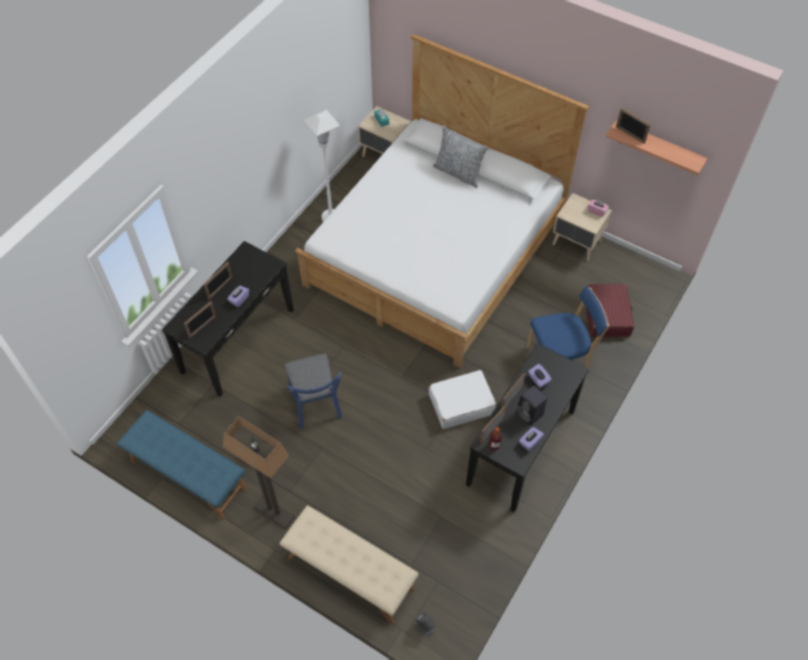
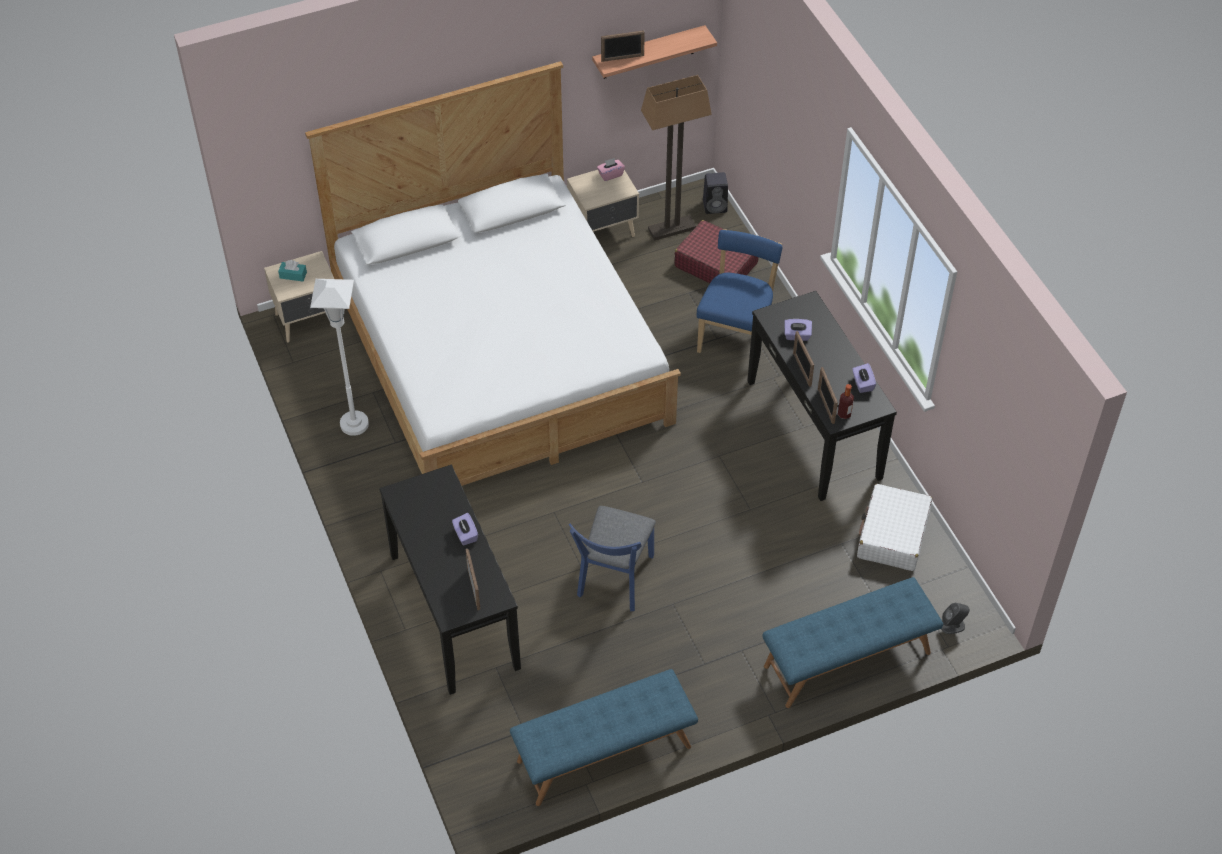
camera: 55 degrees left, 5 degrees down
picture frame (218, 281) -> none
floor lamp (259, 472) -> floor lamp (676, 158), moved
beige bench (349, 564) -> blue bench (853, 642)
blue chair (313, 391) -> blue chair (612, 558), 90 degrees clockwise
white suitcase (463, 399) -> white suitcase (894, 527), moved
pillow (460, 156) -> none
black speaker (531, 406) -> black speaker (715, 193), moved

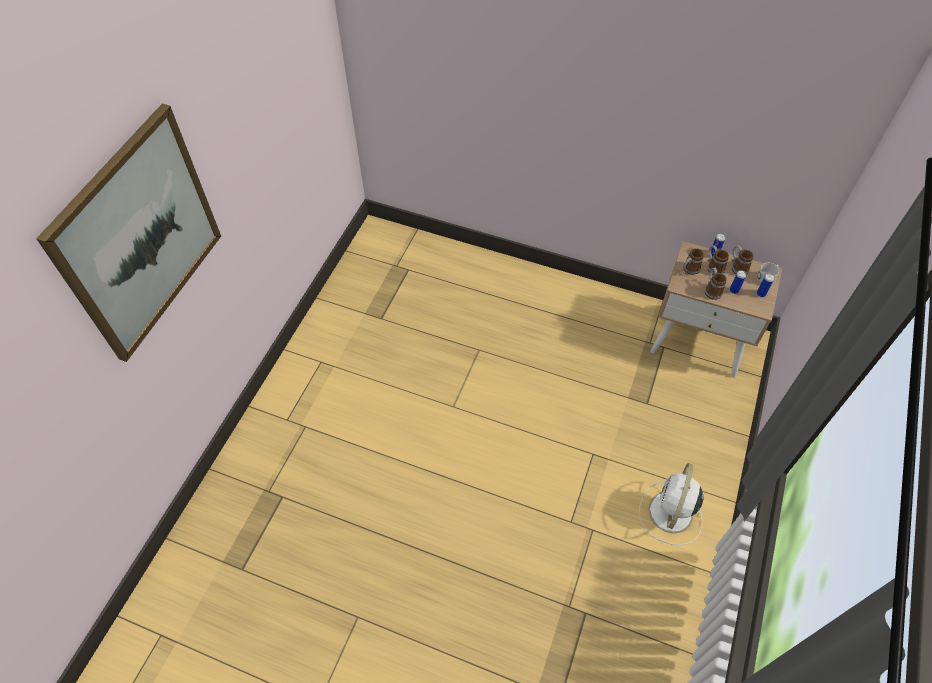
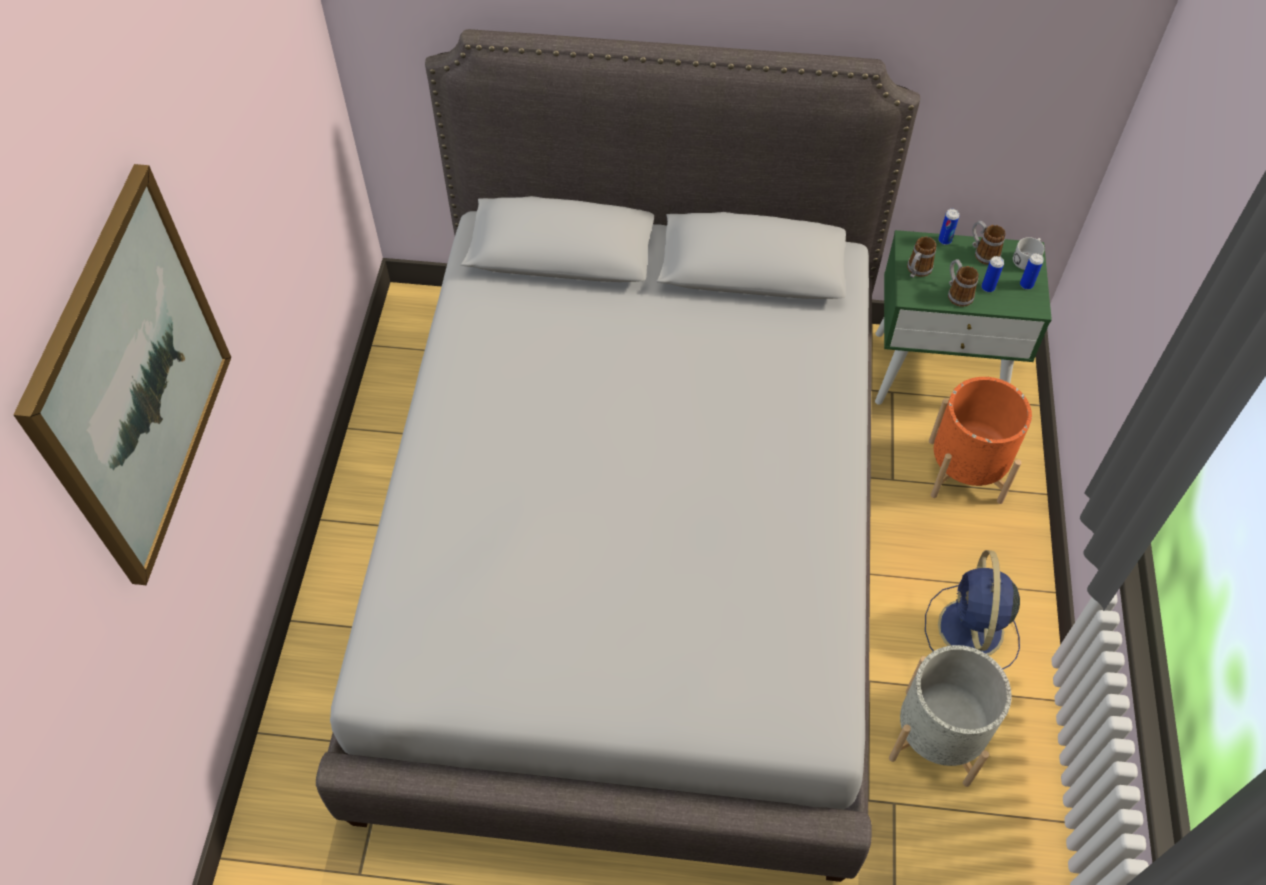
camera: 15 degrees left, 0 degrees up
white fan (671, 504) -> blue fan (972, 609)
beige nightstand (716, 309) -> green nightstand (963, 317)
mug (718, 260) -> none
none -> grey bed (618, 455)
none -> grey planter (950, 716)
none -> orange planter (980, 440)

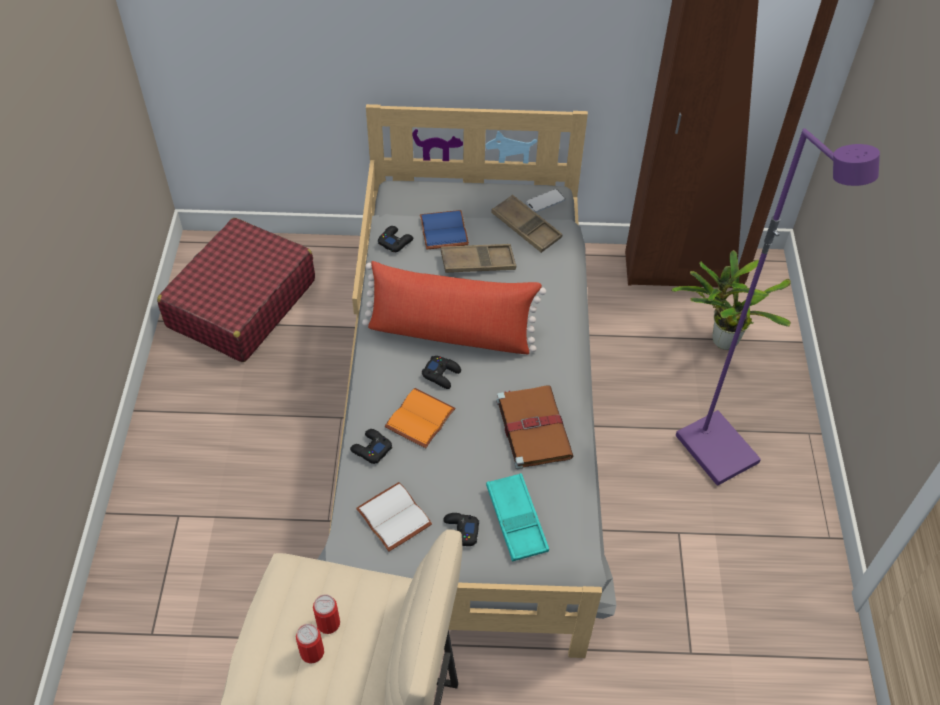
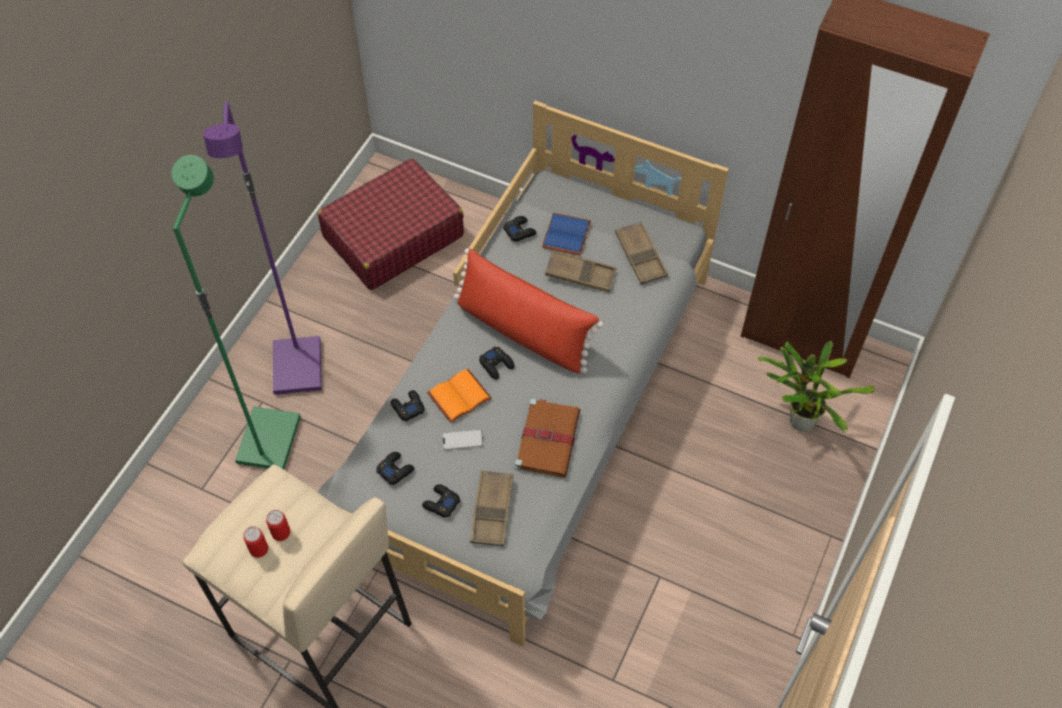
camera: 25 degrees right, 5 degrees up
white book (394, 517) -> black game controller (395, 468)
turquoise tray (517, 517) -> brown tray (491, 508)
phone (545, 201) -> phone (462, 439), moved
purple floor lamp (778, 307) -> purple floor lamp (262, 248), moved
none -> green floor lamp (236, 312)

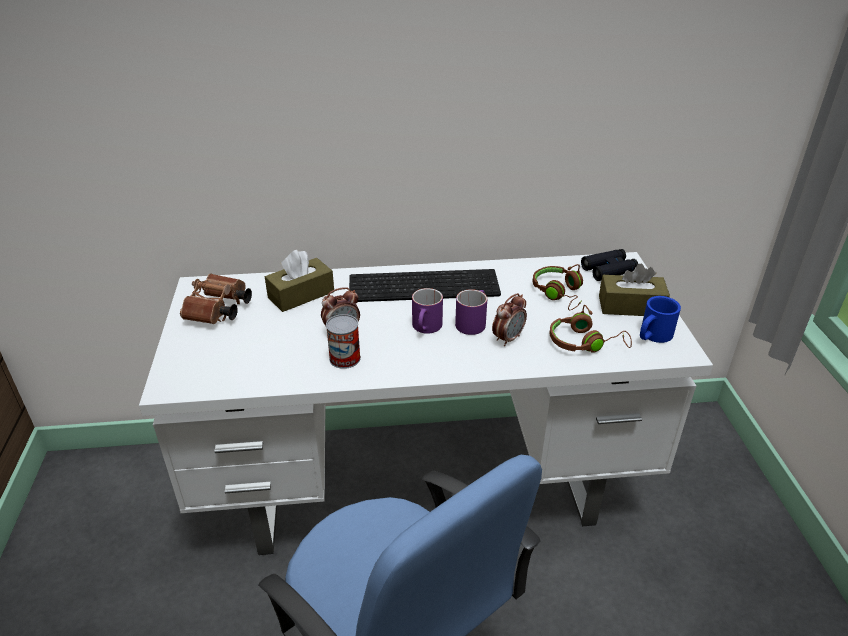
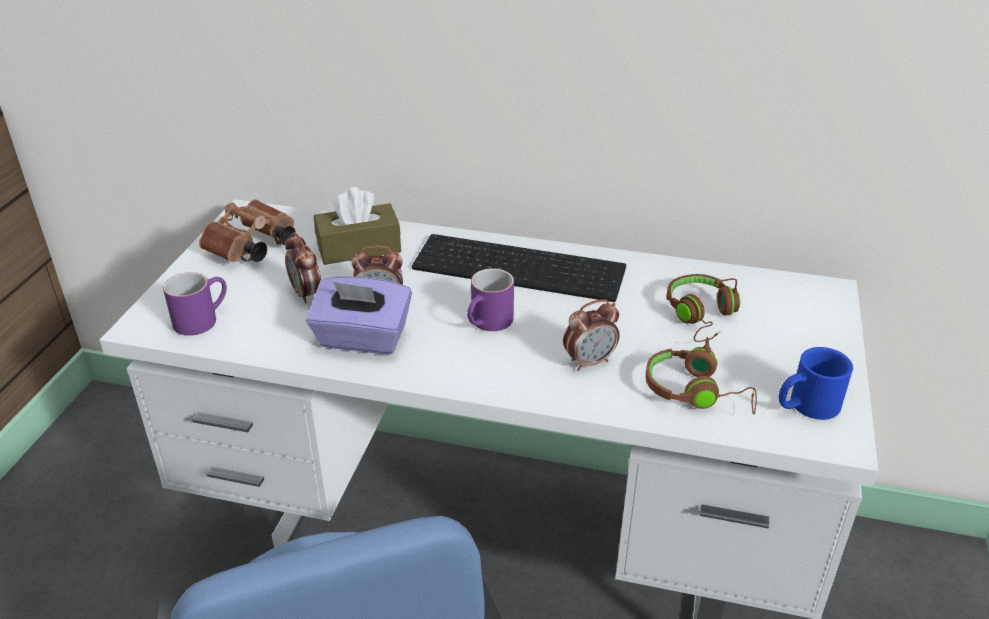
camera: 20 degrees right, 0 degrees up
can (343, 341) -> purple tissue box (359, 315)
purple mug (471, 312) -> purple mug (195, 304), moved
black binoculars (609, 265) -> none
brown tissue box (634, 290) -> none
none -> alarm clock (303, 268)

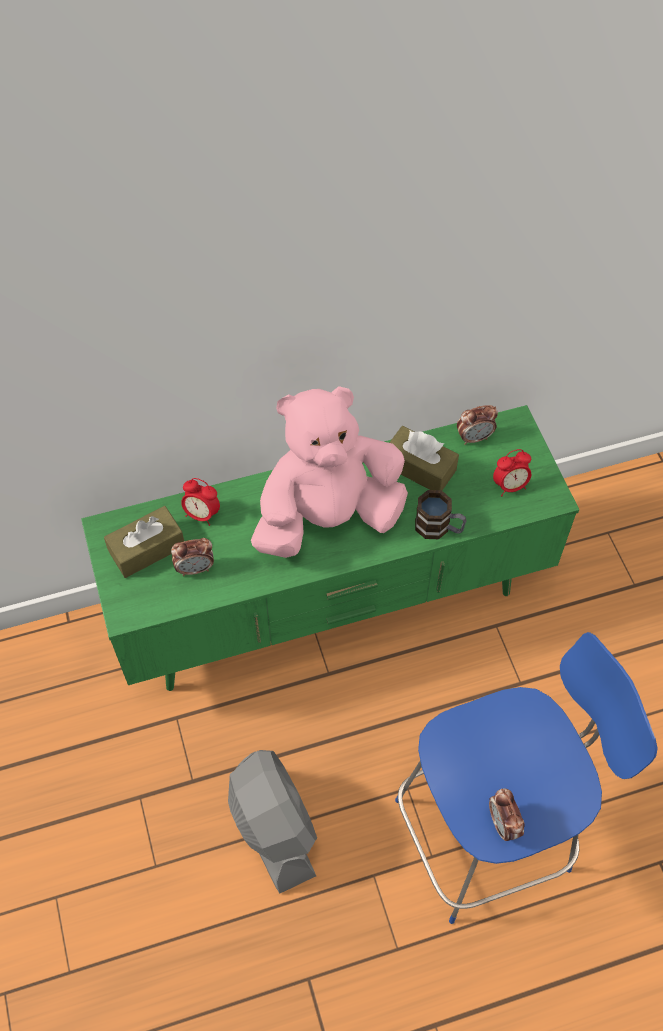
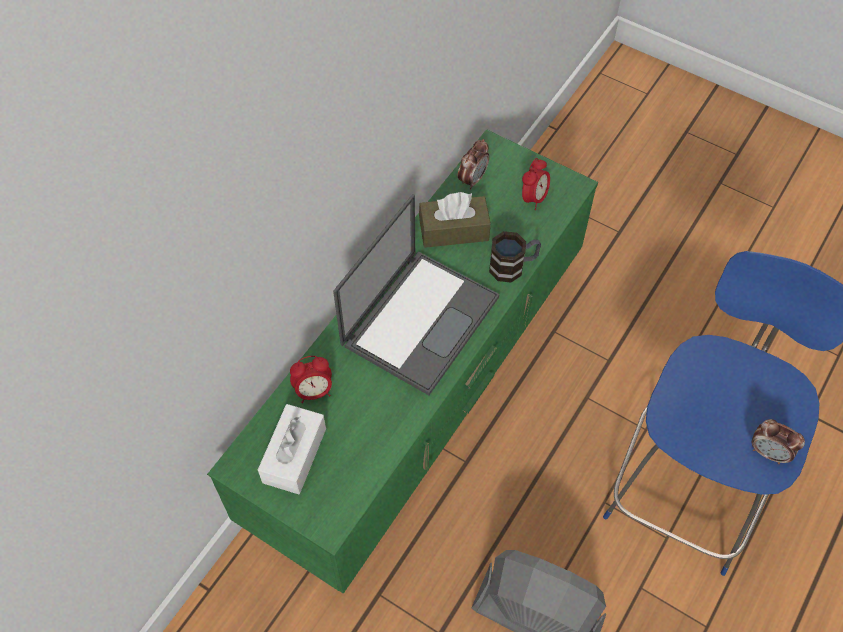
camera: 40 degrees left, 0 degrees up
brown tissue box (144, 542) -> white tissue box (292, 449)
alarm clock (192, 557) -> none
pink plush toy (329, 472) -> laptop (416, 294)

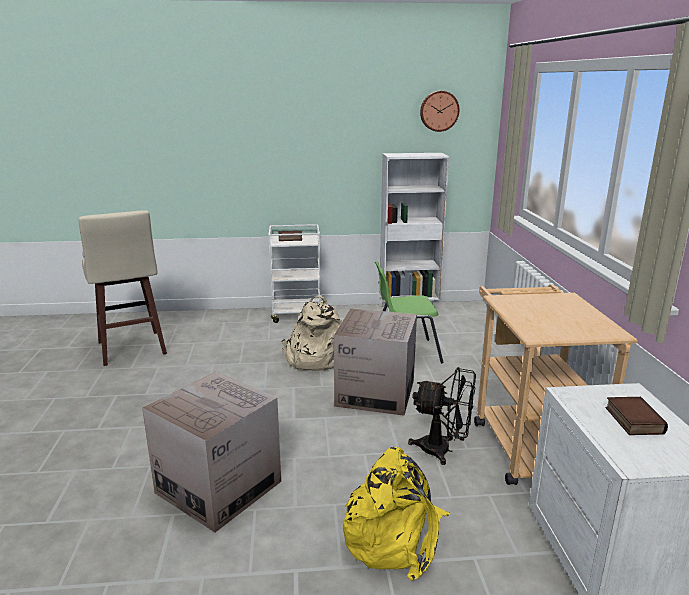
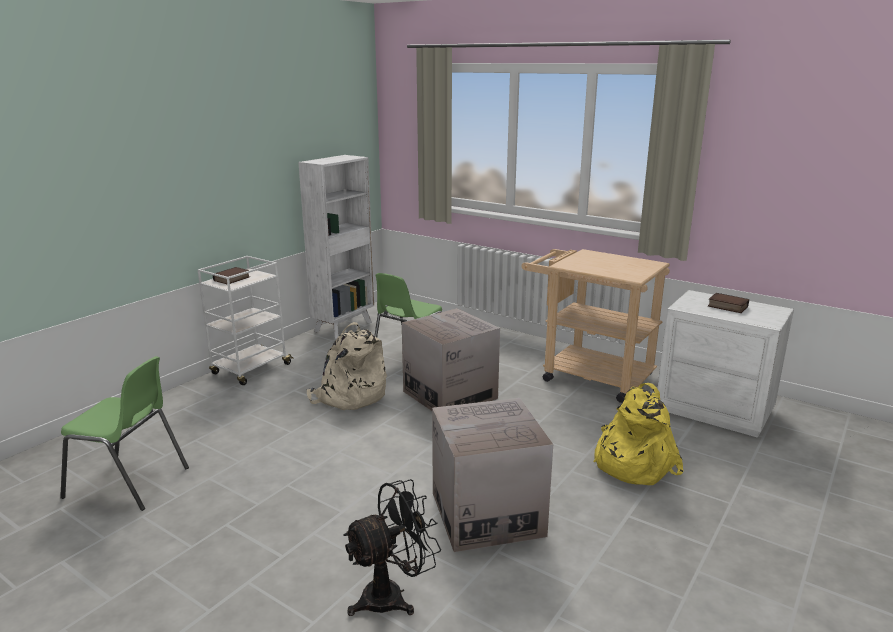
camera: 50 degrees left, 0 degrees up
beige stool (123, 288) -> green chair (124, 433)
black fan (442, 416) -> black fan (392, 547), moved
wall clock (439, 111) -> none

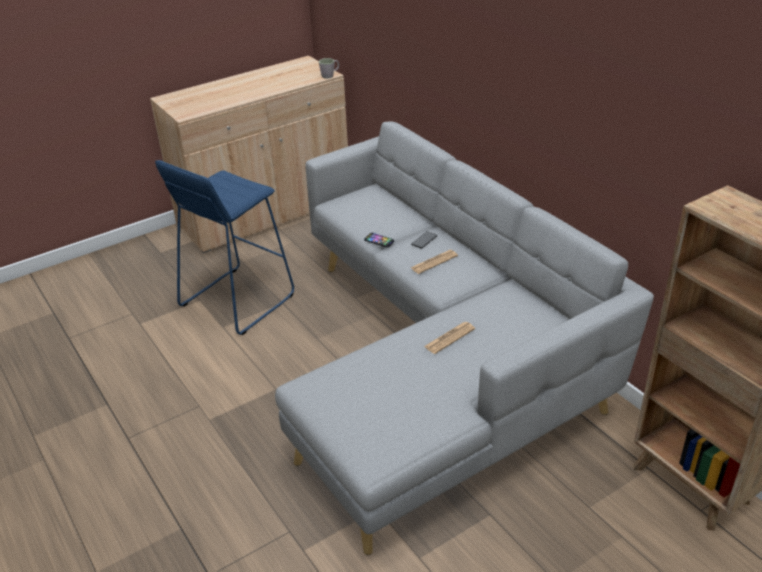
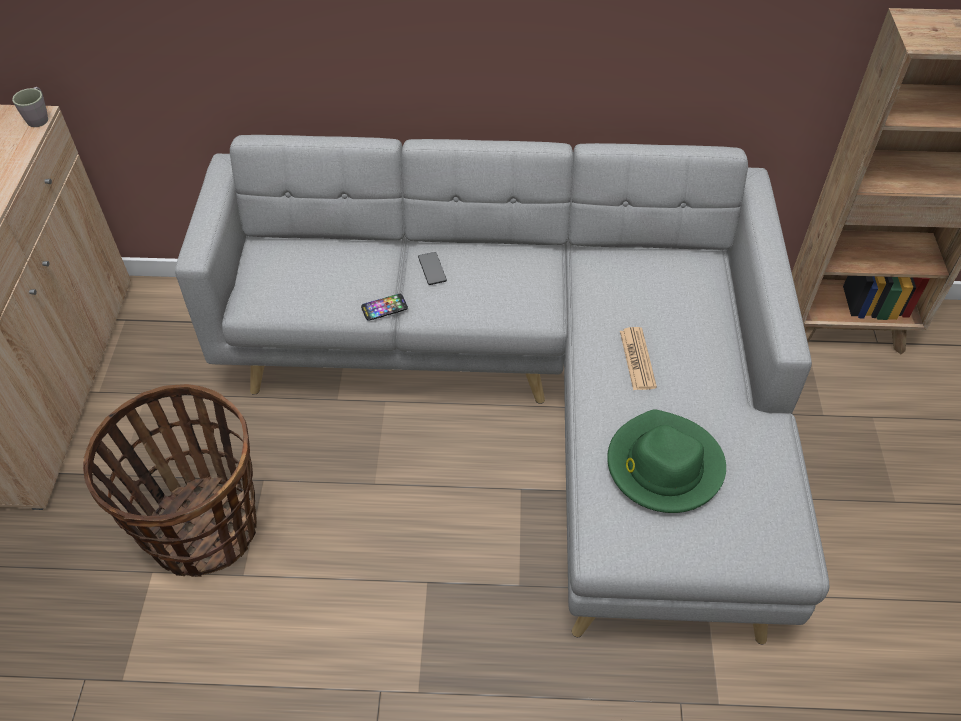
camera: 55 degrees left, 15 degrees up
blue stool (224, 247) -> basket (170, 480)
newspaper (434, 262) -> none
none -> green hat (666, 461)

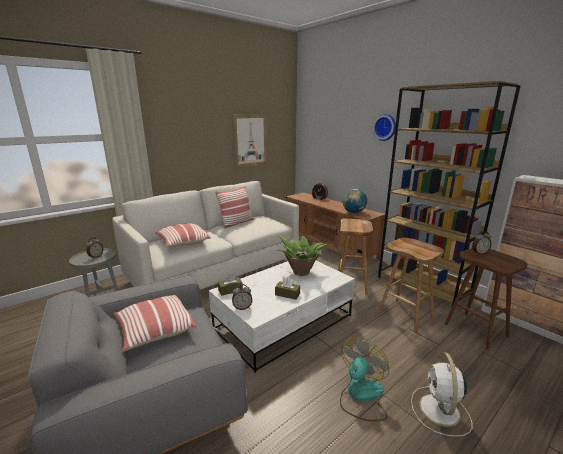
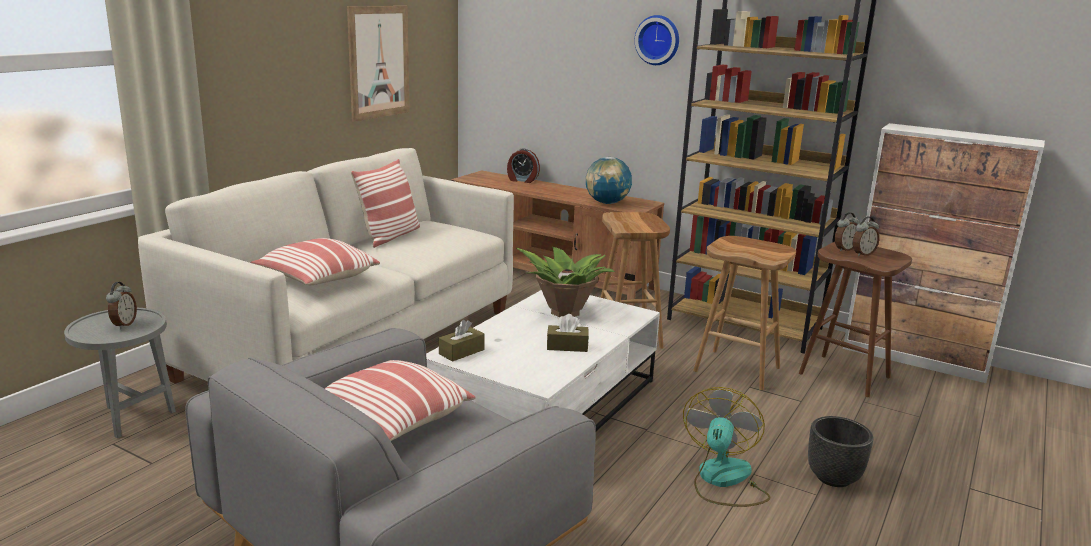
camera: 20 degrees left, 0 degrees up
alarm clock (242, 297) -> alarm clock (866, 236), moved
white fan (441, 394) -> black planter (841, 451)

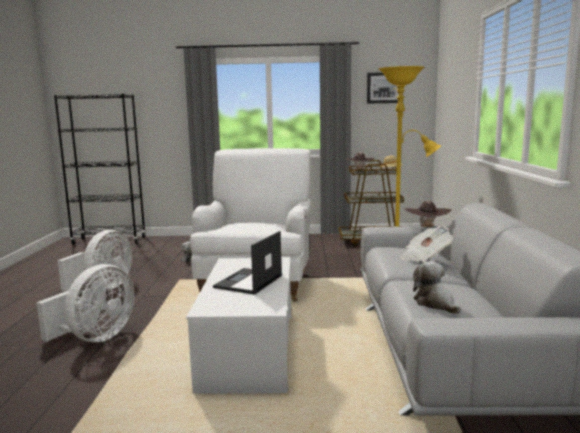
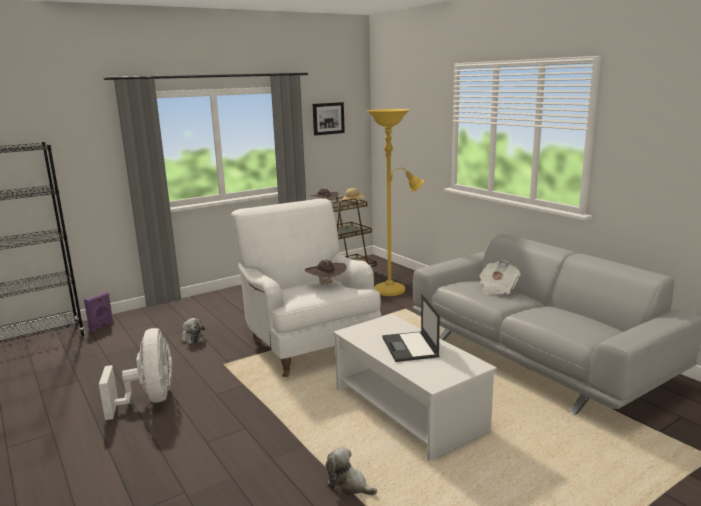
camera: 35 degrees left, 5 degrees up
white fan (85, 303) -> none
brown hat (428, 214) -> brown hat (326, 272), moved
plush toy (437, 287) -> plush toy (351, 471), moved
none -> purple speaker (99, 312)

